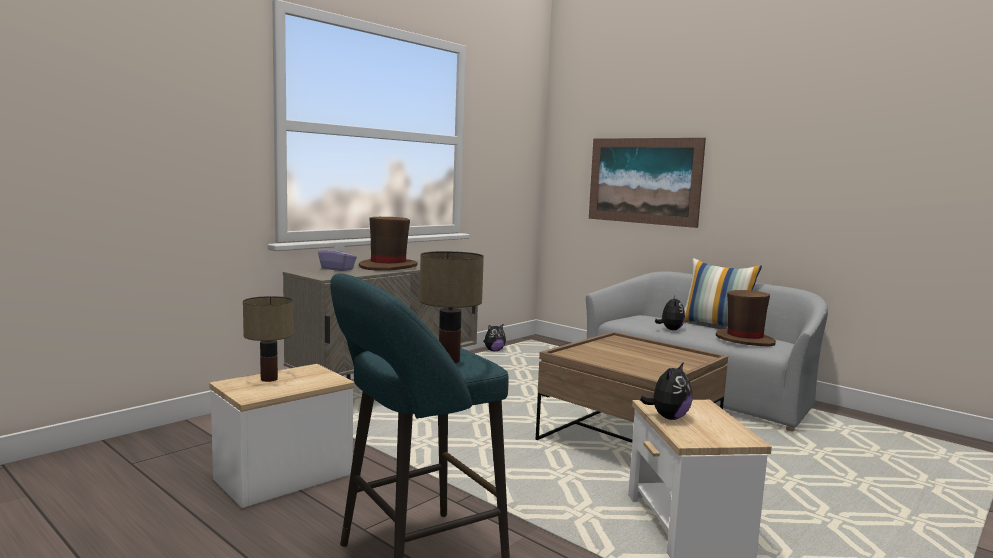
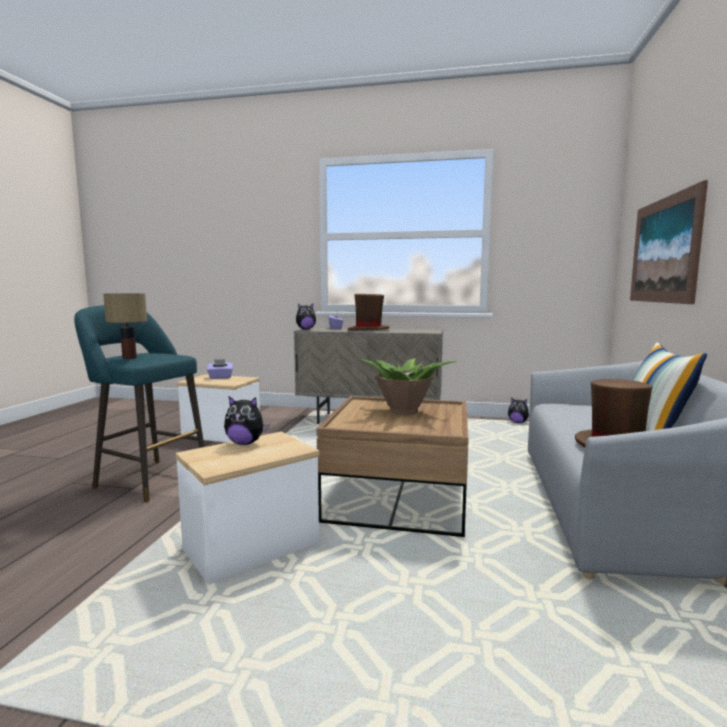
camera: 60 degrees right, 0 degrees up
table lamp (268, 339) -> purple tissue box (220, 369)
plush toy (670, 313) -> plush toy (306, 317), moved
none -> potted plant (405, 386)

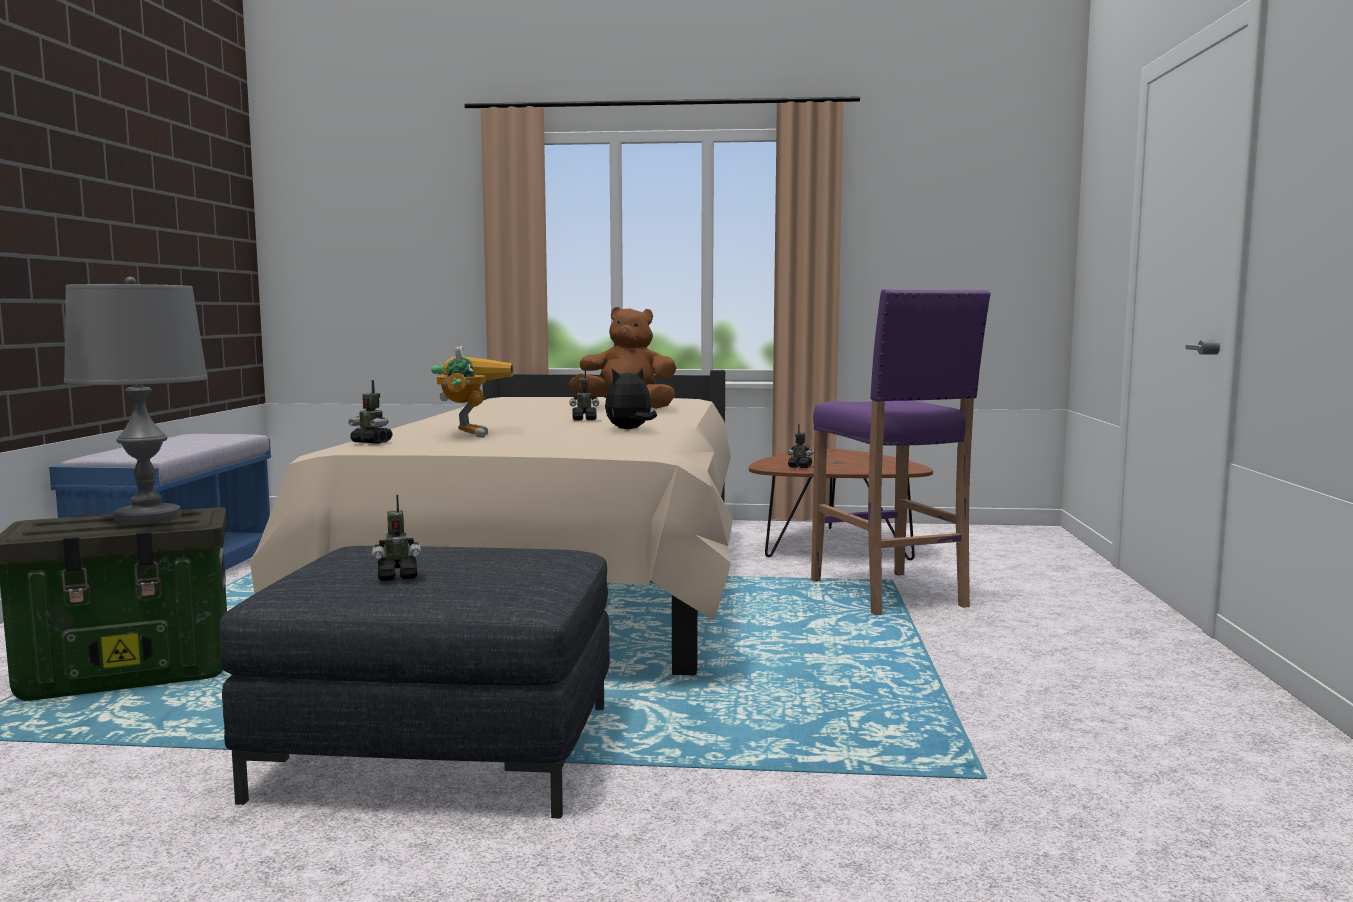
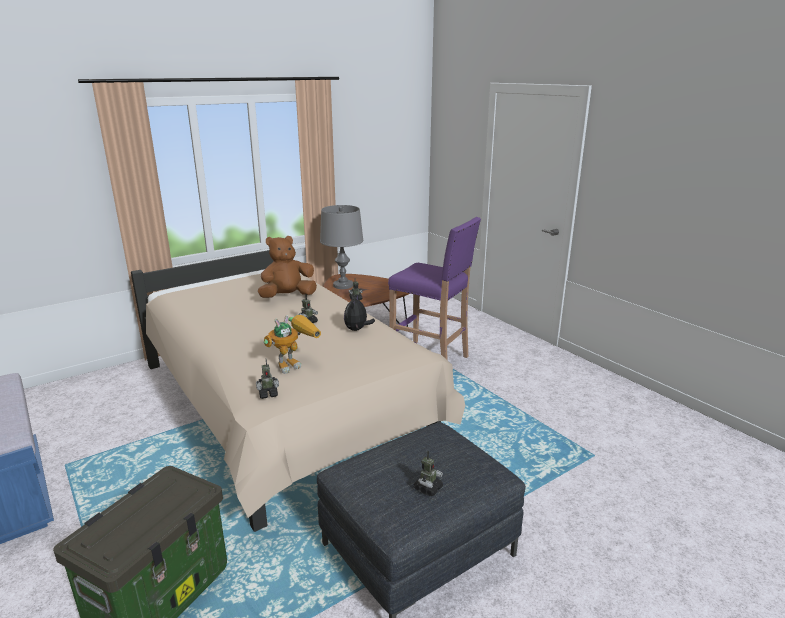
camera: 40 degrees left, 15 degrees up
grey table lamp (136, 400) -> grey table lamp (341, 247), moved
toy robot (472, 392) -> toy robot (292, 344), 90 degrees clockwise

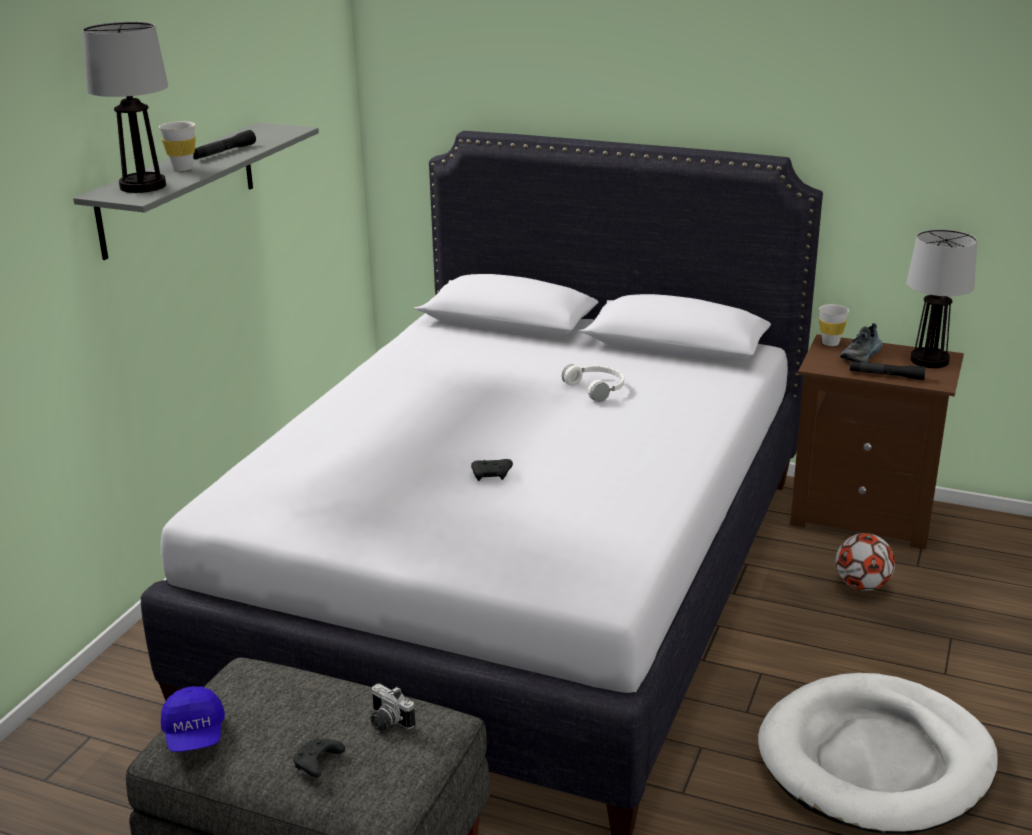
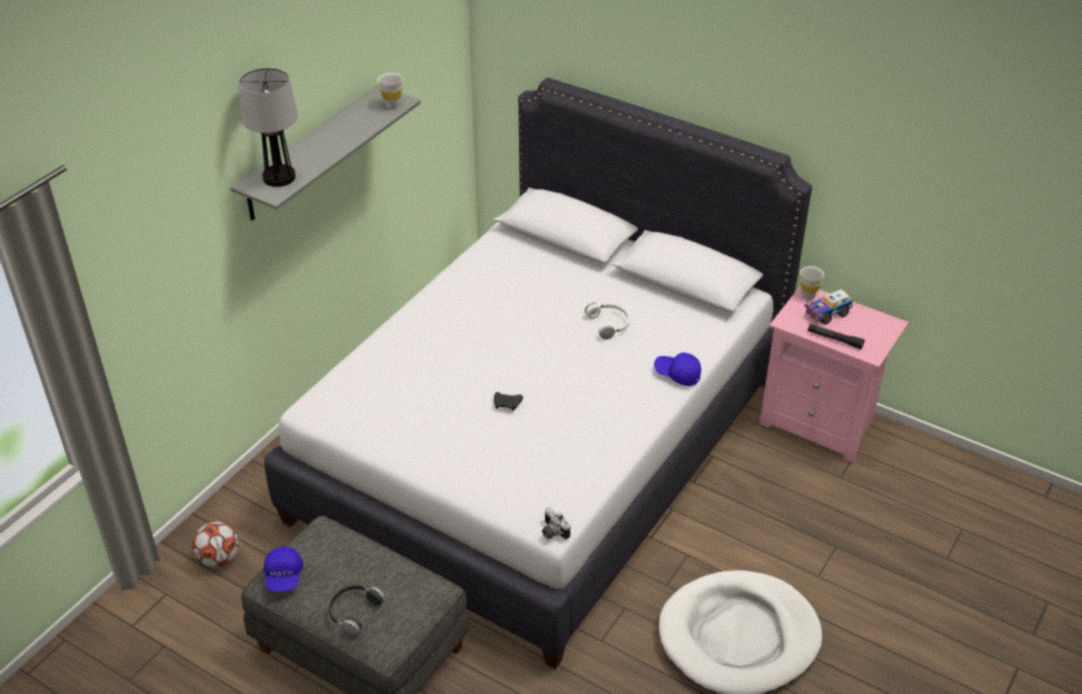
camera: 10 degrees right, 15 degrees up
white cup (177, 146) -> white cup (390, 91), moved
black flashlight (224, 145) -> none
black game controller (319, 758) -> black headphones (357, 610)
photo camera (392, 707) -> photo camera (556, 523), moved
brown nightstand (877, 442) -> pink nightstand (834, 374)
football (865, 562) -> football (215, 544), moved
shoe (861, 342) -> toy truck (829, 307)
table lamp (942, 298) -> none
none -> blue cap (677, 369)

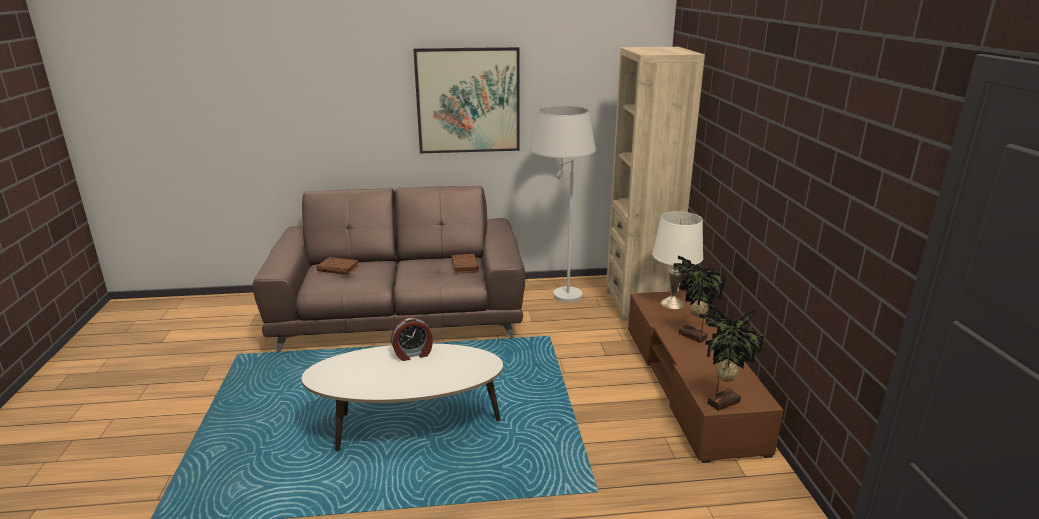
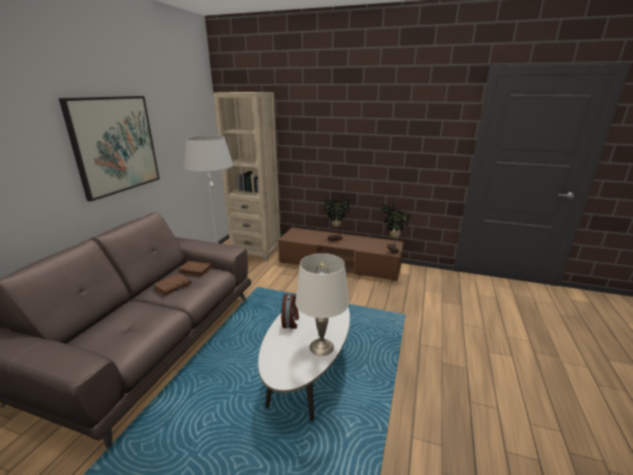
camera: 65 degrees left, 0 degrees up
brown book (338, 266) -> brown book (172, 284), moved
white table lamp (677, 260) -> white table lamp (322, 304), moved

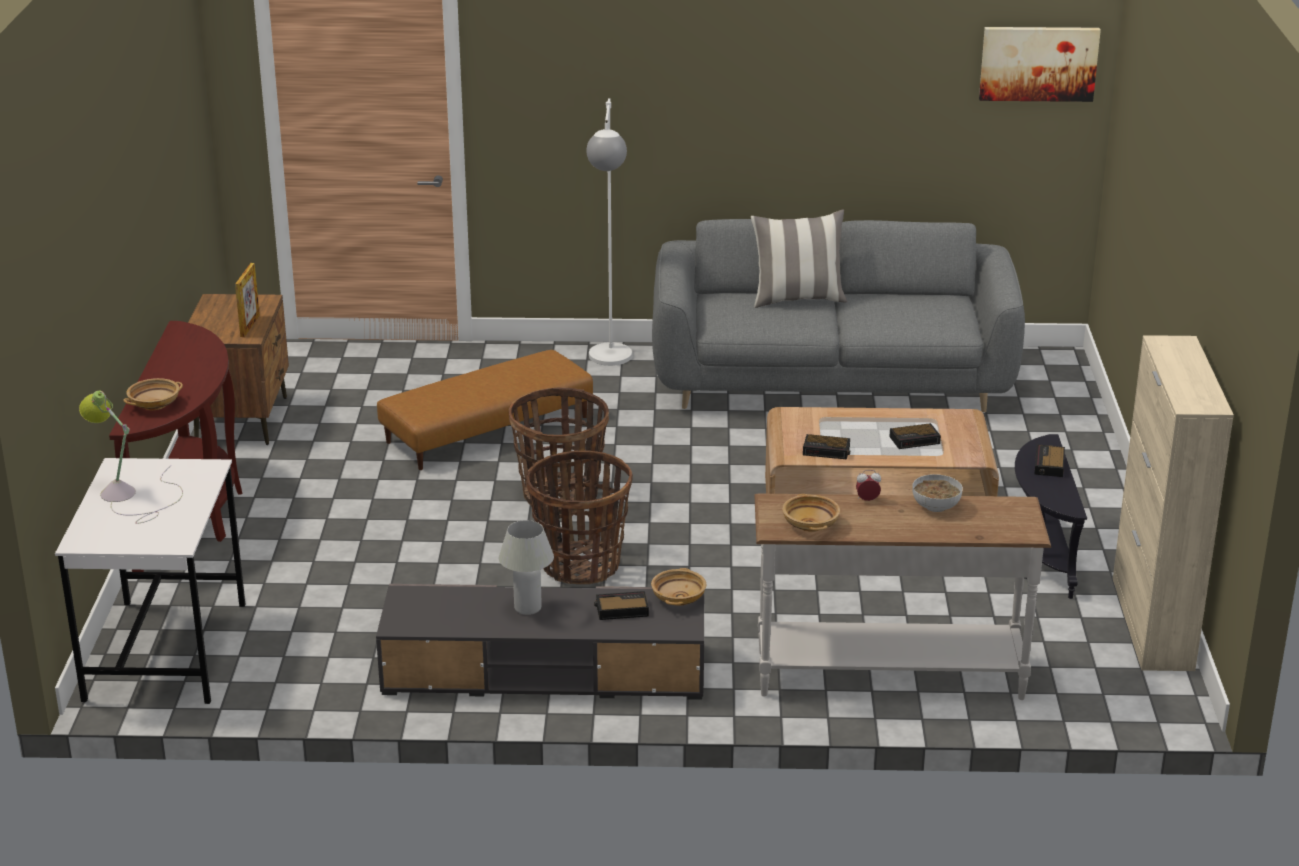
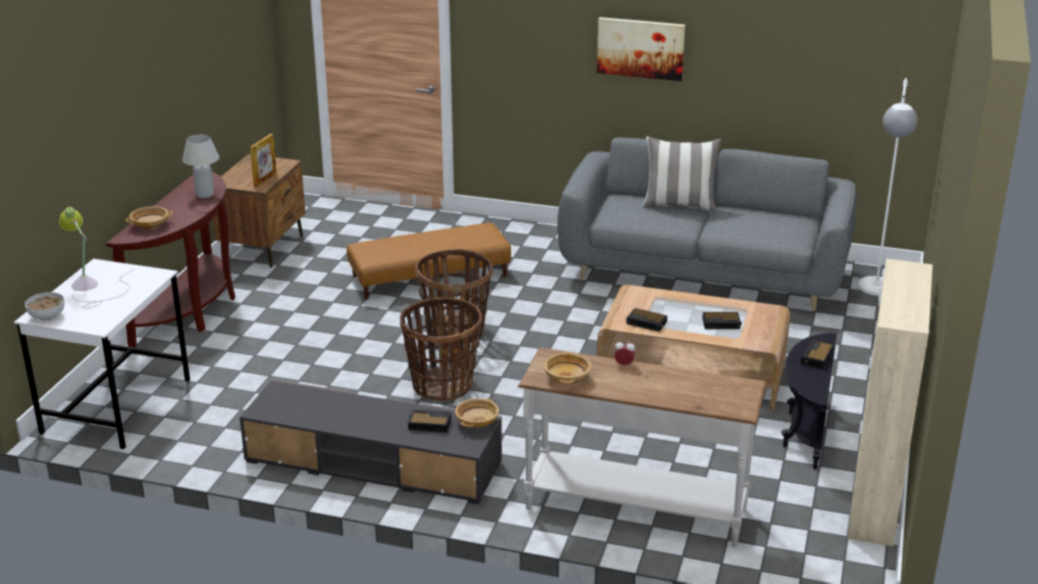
camera: 15 degrees right, 0 degrees up
white table lamp (526, 567) -> white table lamp (200, 166), moved
white floor lamp (609, 232) -> white floor lamp (888, 187), moved
bowl (937, 493) -> bowl (45, 306), moved
picture (1040, 64) -> picture (641, 49), moved

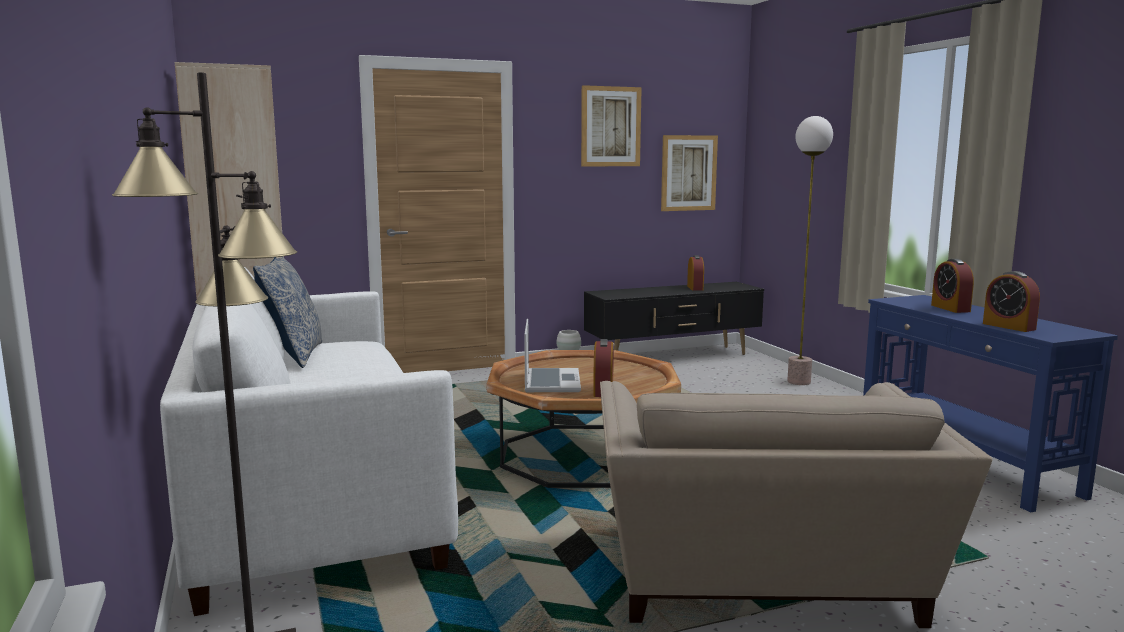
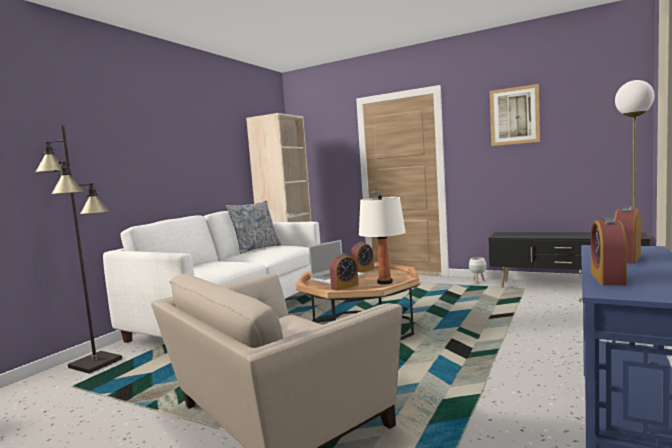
camera: 50 degrees right, 5 degrees down
picture (689, 173) -> none
alarm clock (695, 273) -> alarm clock (362, 257), moved
none -> white table lamp (382, 239)

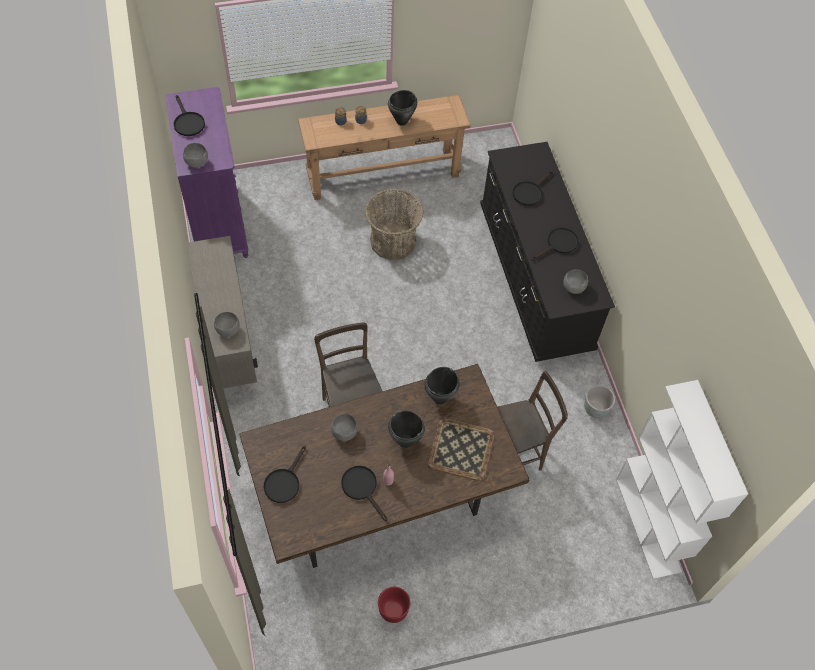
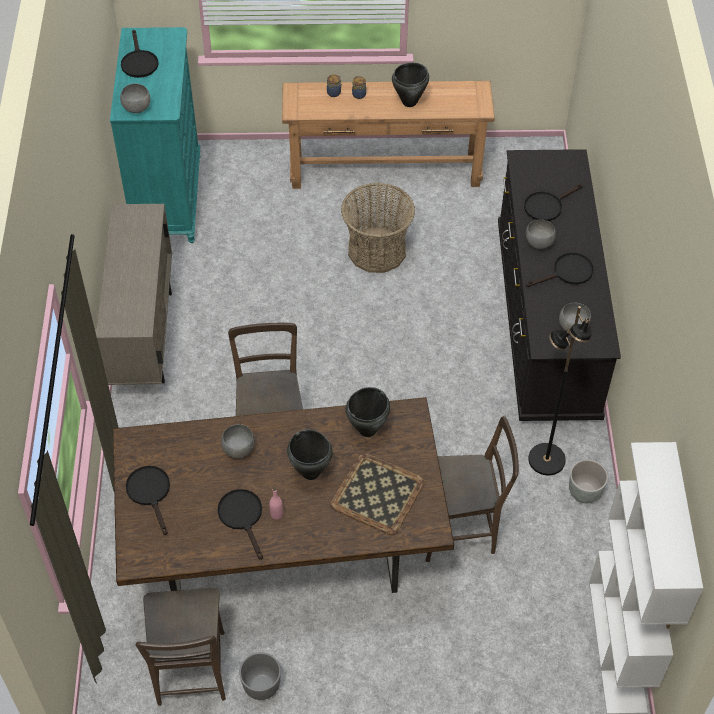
camera: 15 degrees right, 5 degrees down
purple dresser (206, 172) -> turquoise dresser (155, 135)
grey bowl (227, 324) -> grey bowl (541, 234), moved
black frying pan (285, 474) -> black frying pan (148, 500), 120 degrees clockwise
red planter (394, 605) -> grey planter (260, 676)
none -> brown chair (180, 647)
none -> black floor lamp (559, 390)

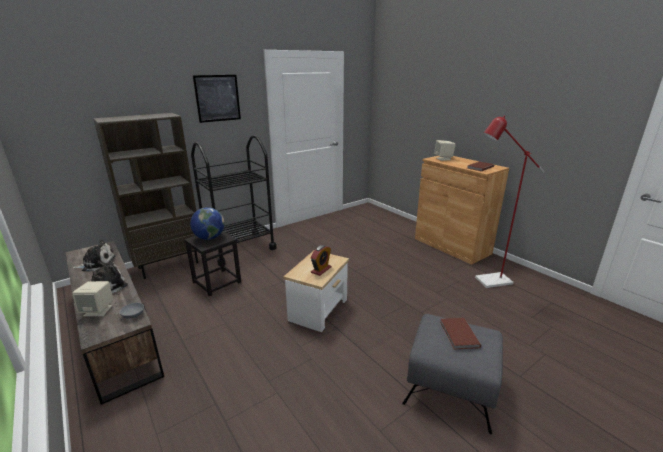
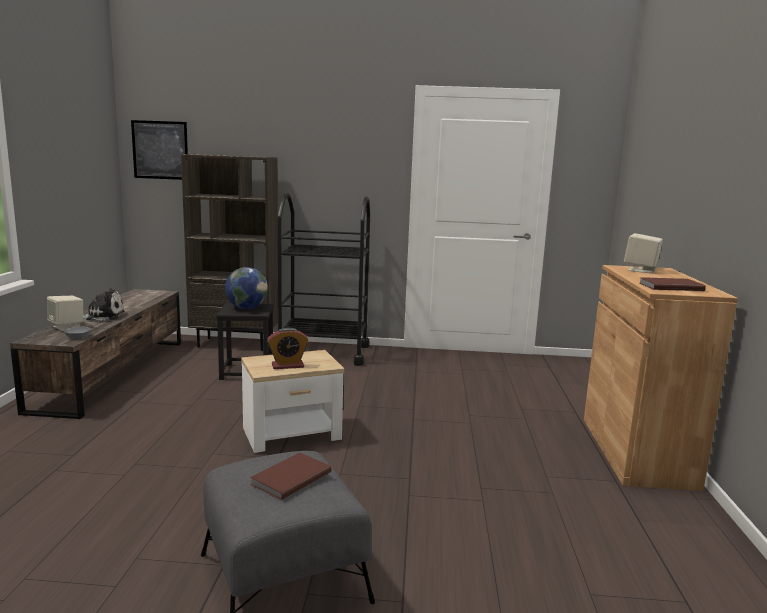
camera: 40 degrees right, 10 degrees down
plush toy (94, 255) -> none
picture (217, 99) -> picture (159, 150), moved
red floor lamp (509, 201) -> none

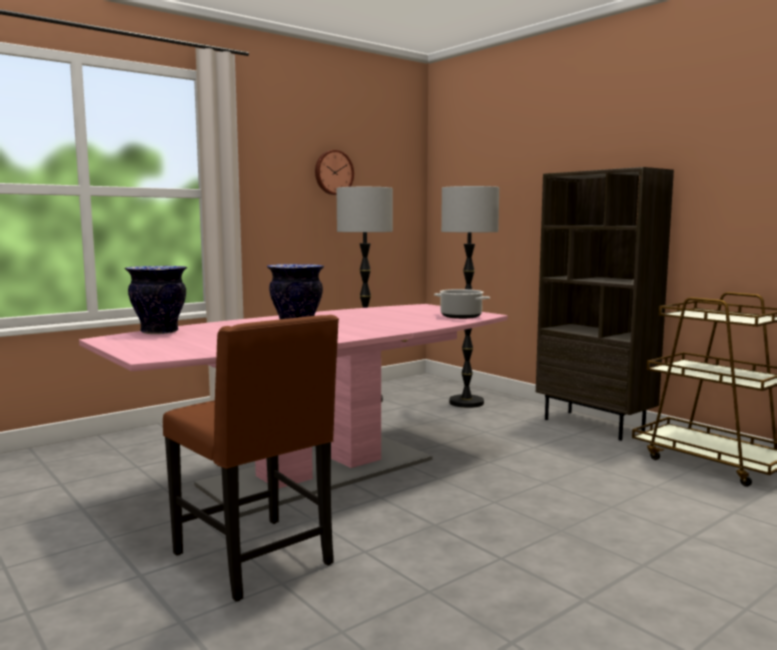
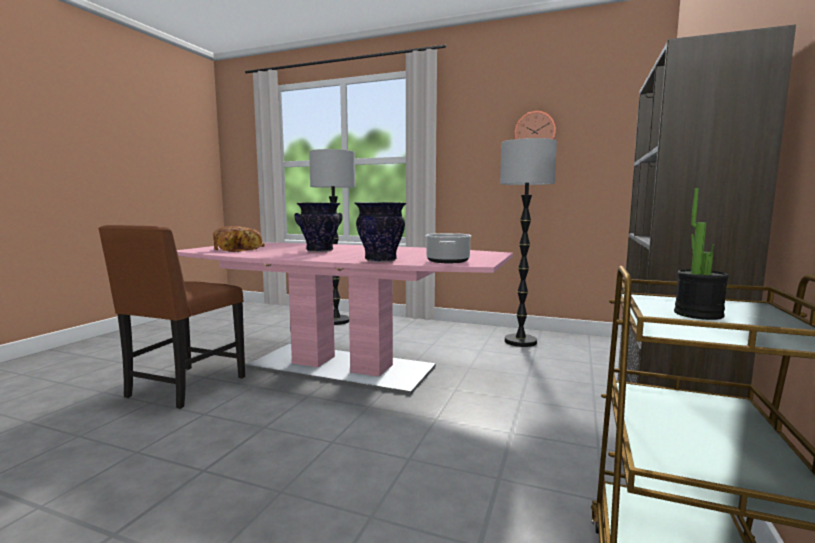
camera: 60 degrees right, 0 degrees up
vase (155, 300) -> vase (380, 232), moved
floor lamp (470, 297) -> floor lamp (332, 237), moved
none -> bread (239, 239)
none -> potted plant (701, 254)

